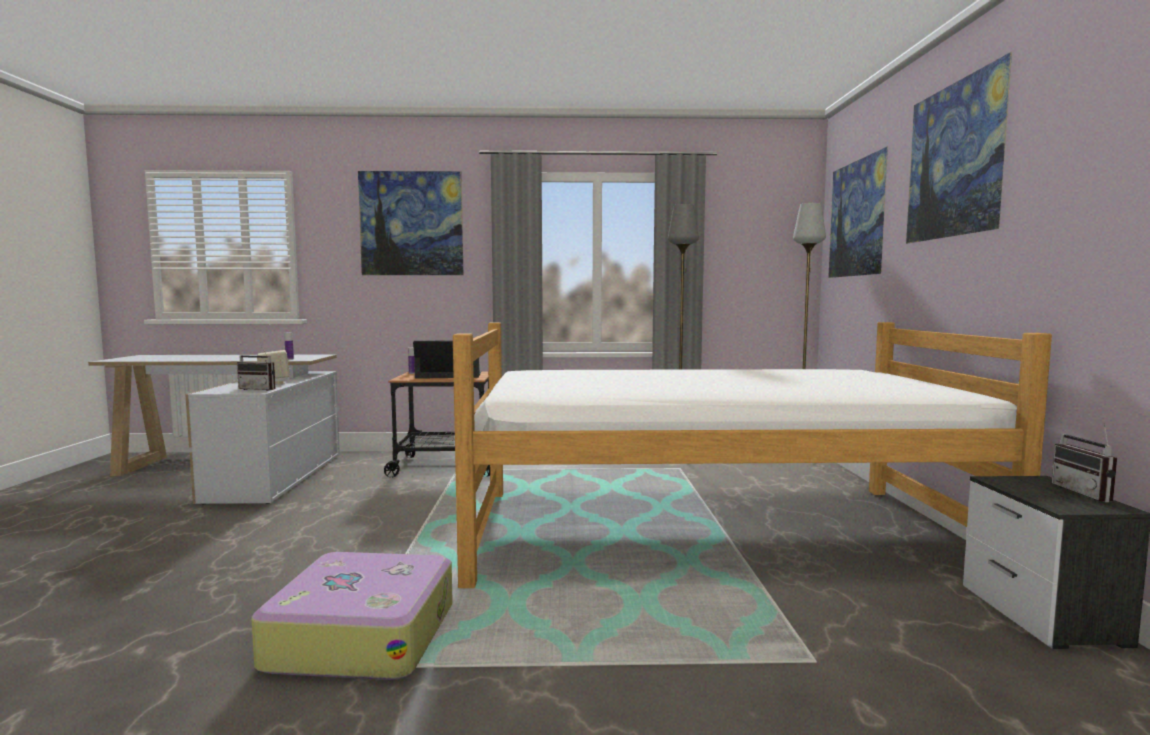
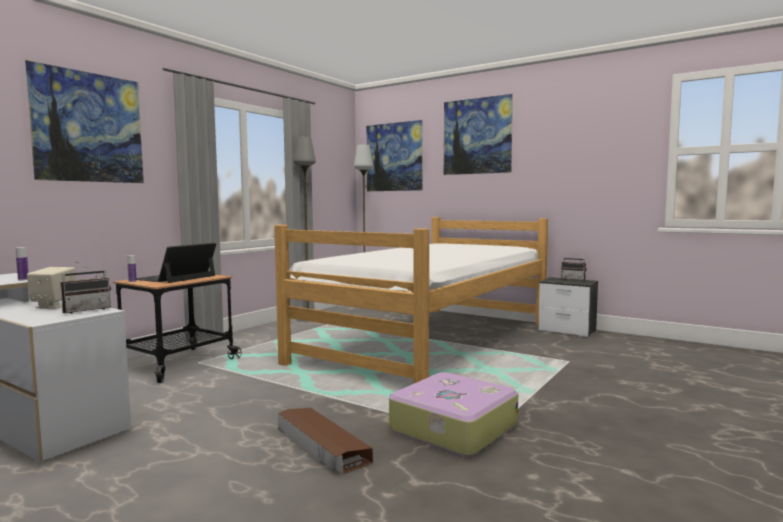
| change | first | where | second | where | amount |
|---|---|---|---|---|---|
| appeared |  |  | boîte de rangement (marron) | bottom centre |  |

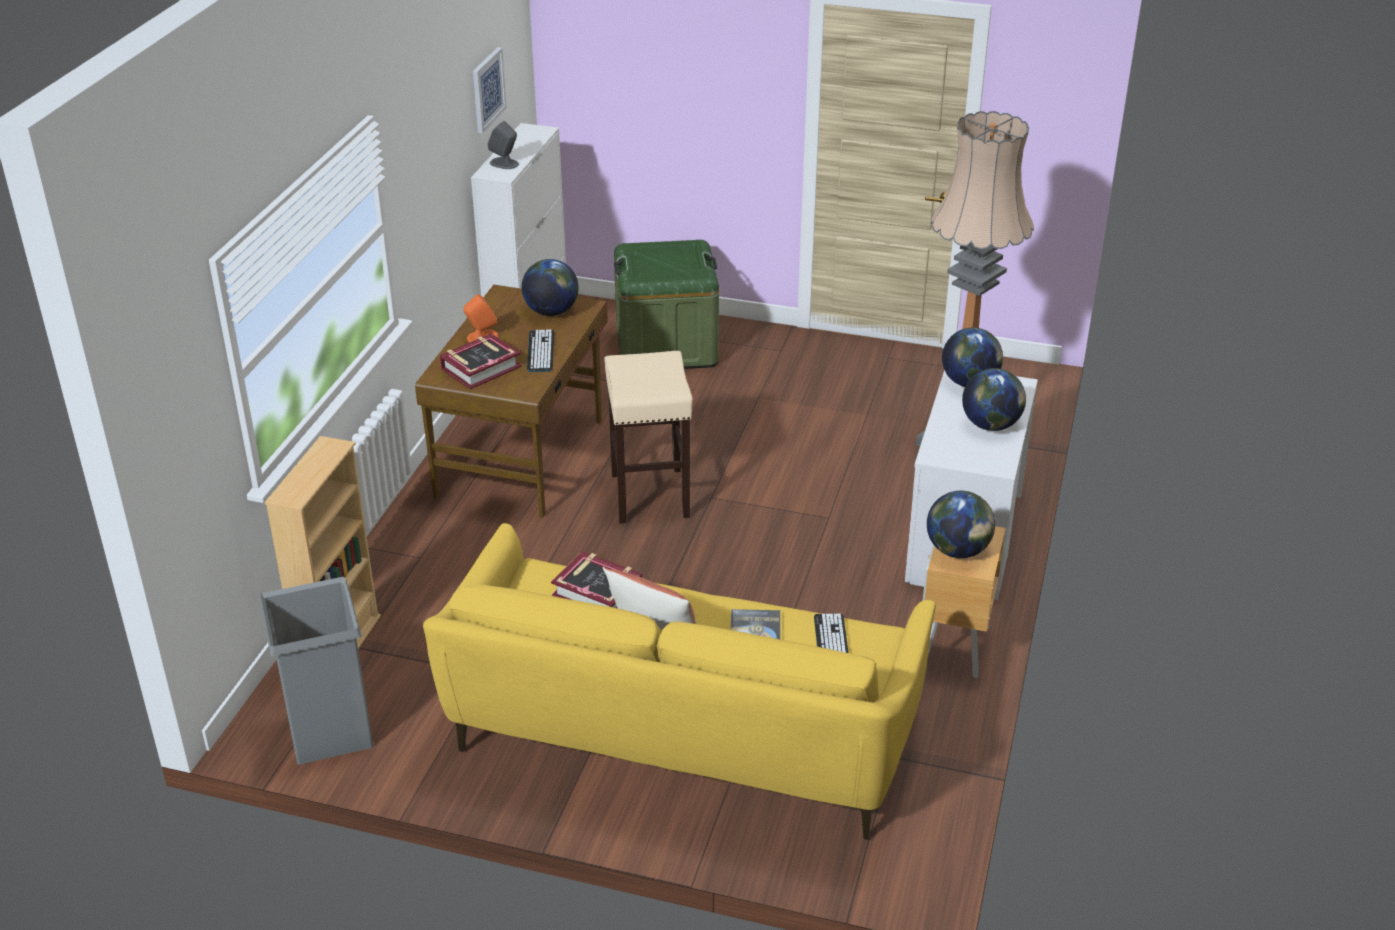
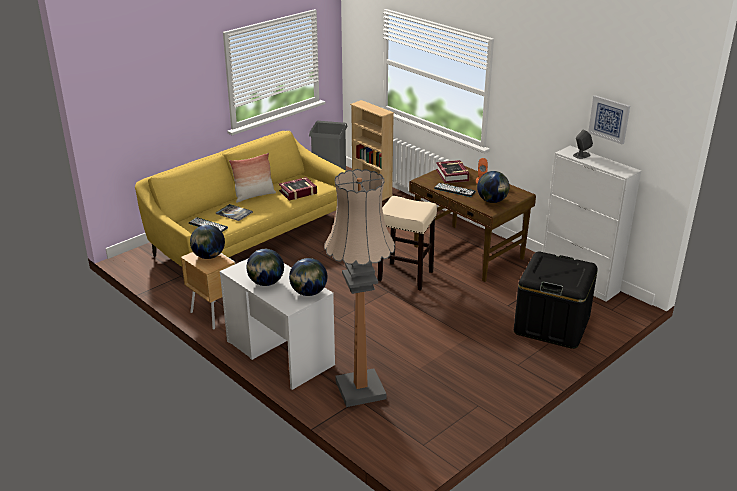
| change | first | where | second | where | amount |
|---|---|---|---|---|---|
| colour | boîte de rangement (vert) | top centre | boîte de rangement (noir) | middle right |  |

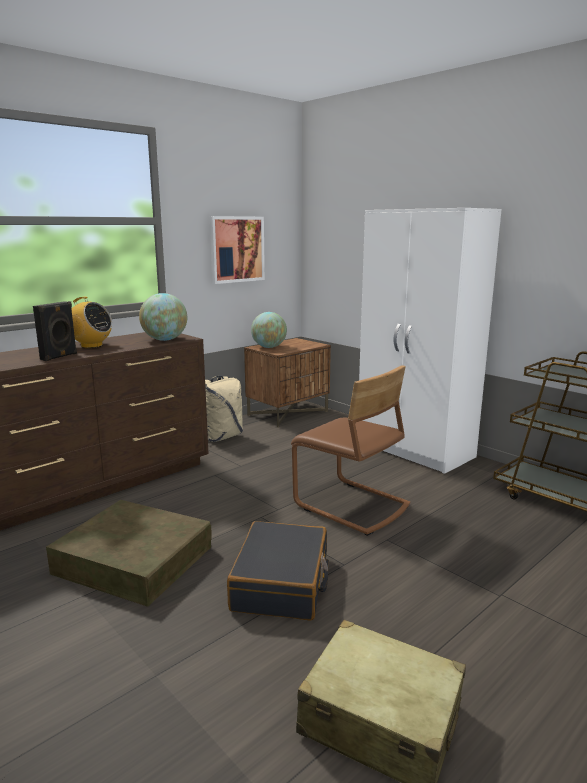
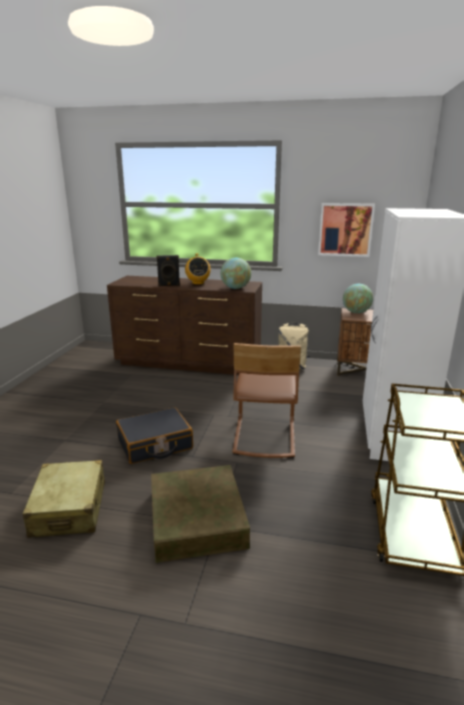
| change | first | where | second | where | amount |
|---|---|---|---|---|---|
| relocated | boîte de rangement (marron) | bottom left |  | bottom centre |  |

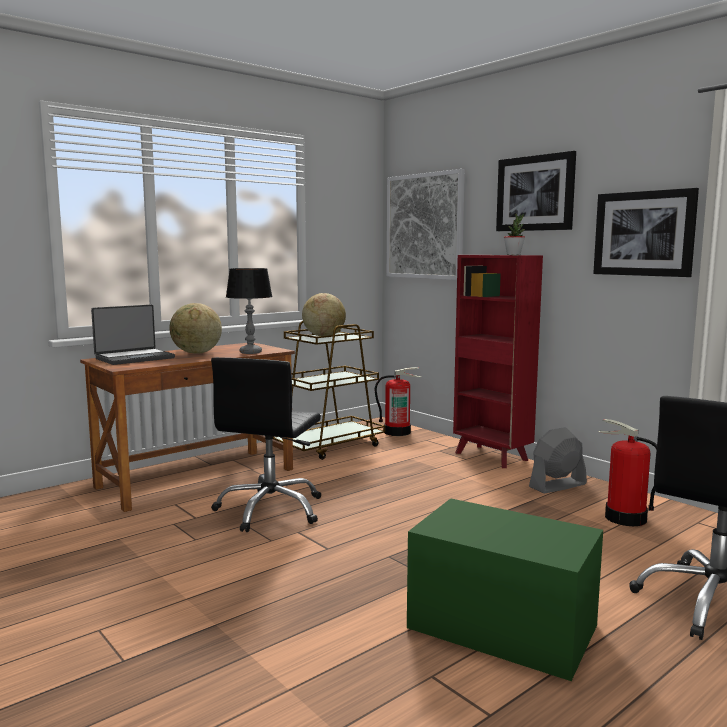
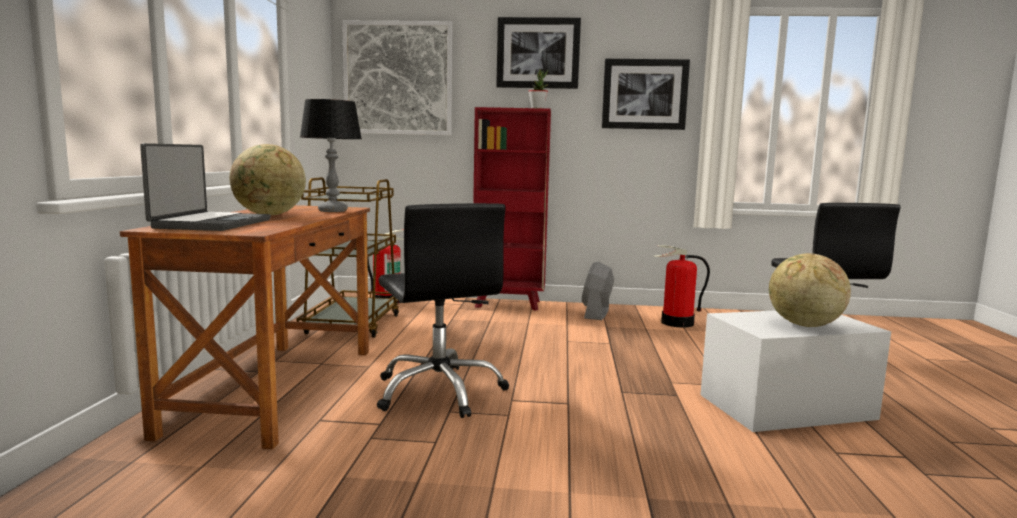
| change | first | where | second | where | amount |
|---|---|---|---|---|---|
| relocated | globe (no. 2 from left) | centre |  | middle right |  |
| colour | boîte de rangement (vert) | bottom right | boîte de rangement (blanc) | bottom right |  |

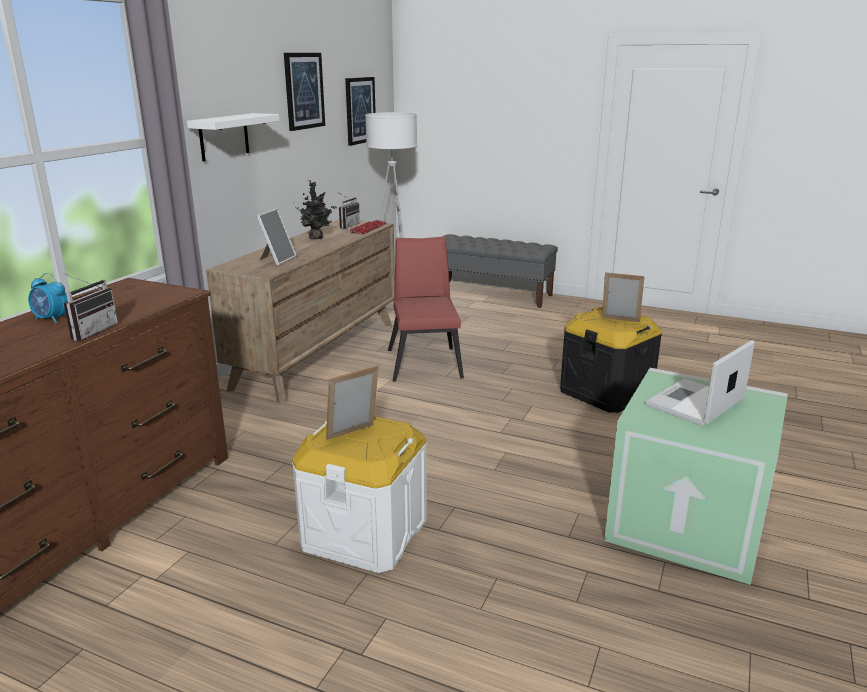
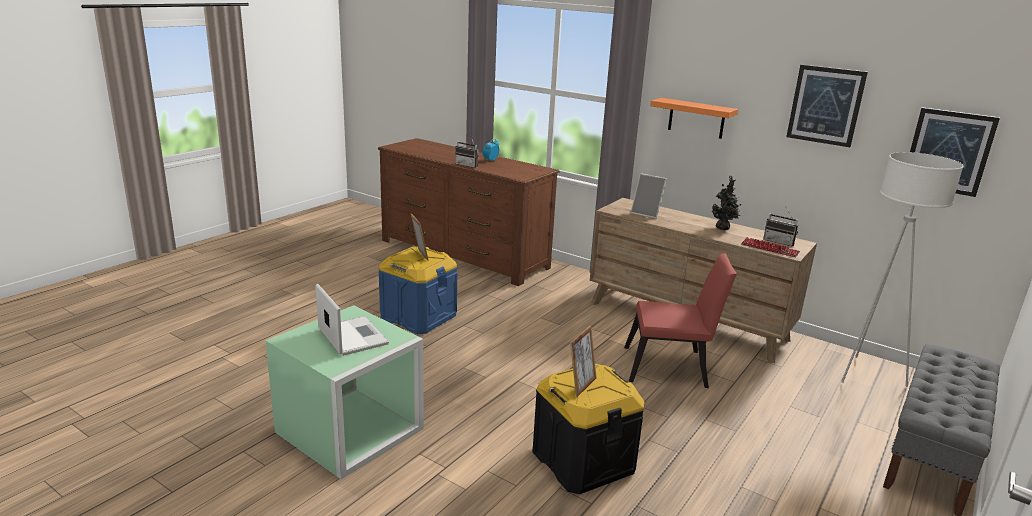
| change | first | where | second | where | amount |
|---|---|---|---|---|---|
| colour | étagère (blanc) | top left | étagère (orange) | top right |  |
| colour | boîte de rangement (blanc) | bottom centre | boîte de rangement (bleu) | centre |  |

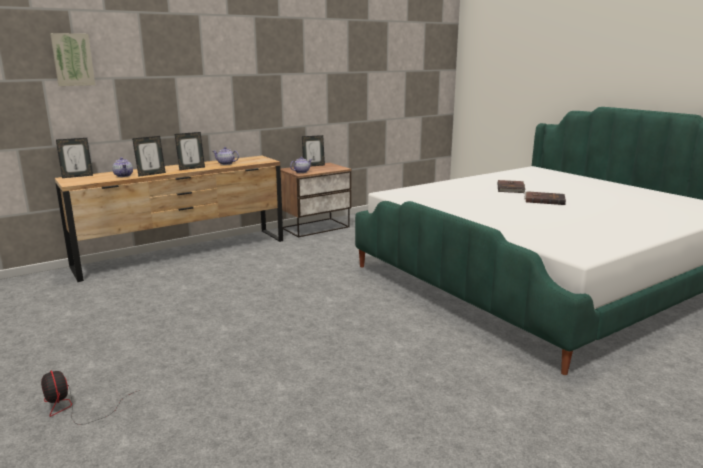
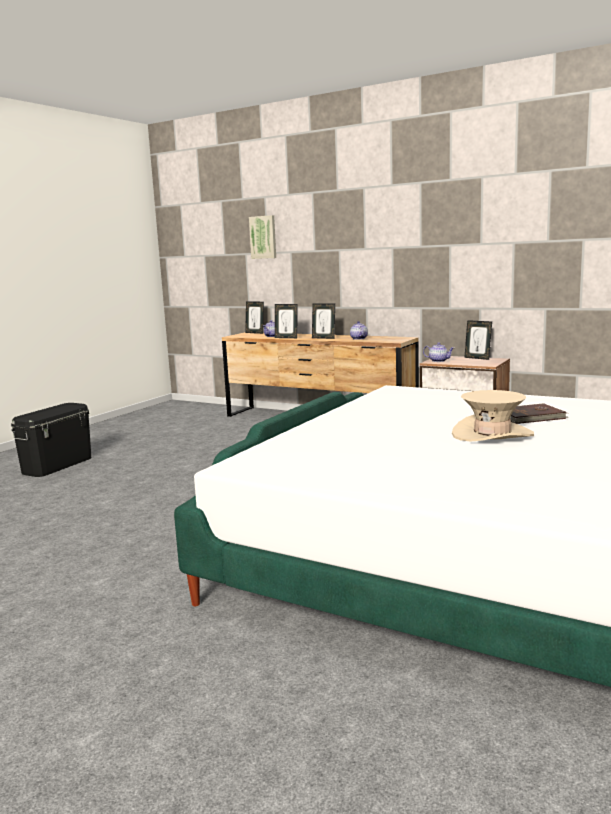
| change | first | where | second | where | amount |
|---|---|---|---|---|---|
| exchanged | ventilateur | bottom left | boîte de rangement (noir) | middle left |  |
| exchanged | livre (marron) (no. 2 from left) | middle right | chapeau (beige) | middle right |  |

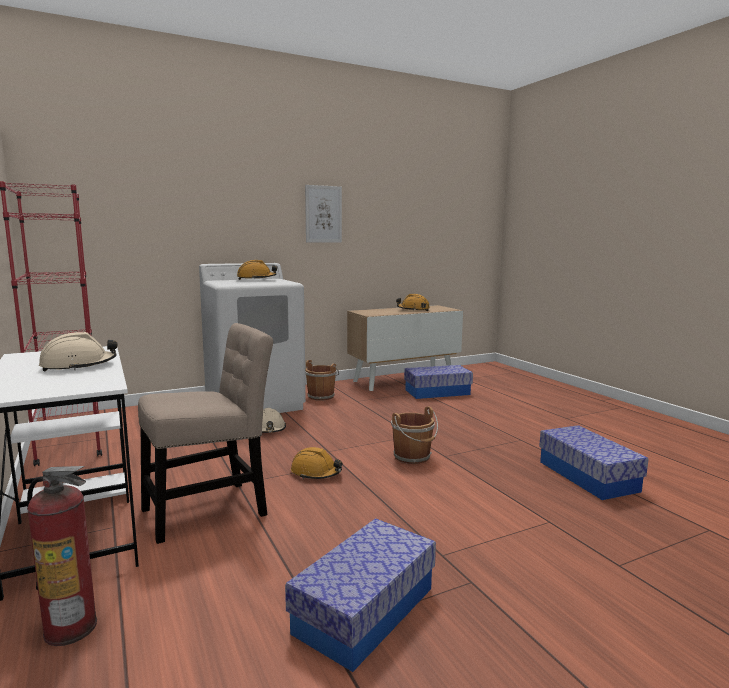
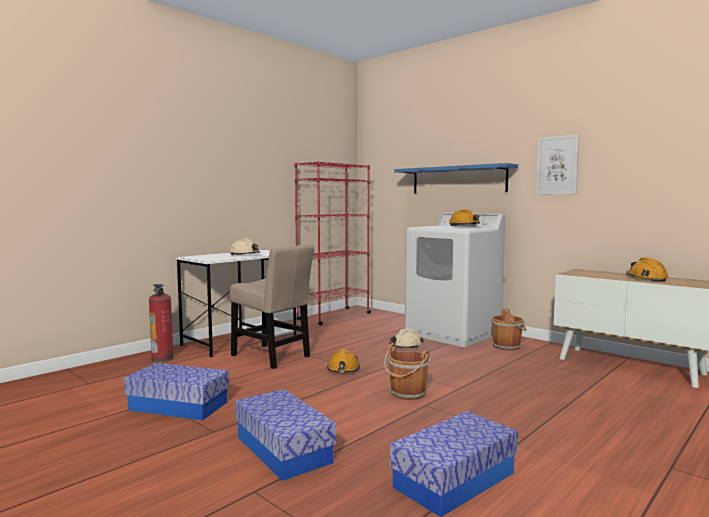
| change | first | where | second | where | amount |
|---|---|---|---|---|---|
| relocated | boîte de rangement (no. 2 from left) | centre |  | bottom centre |  |
| appeared |  |  | étagère (bleu) | centre |  |

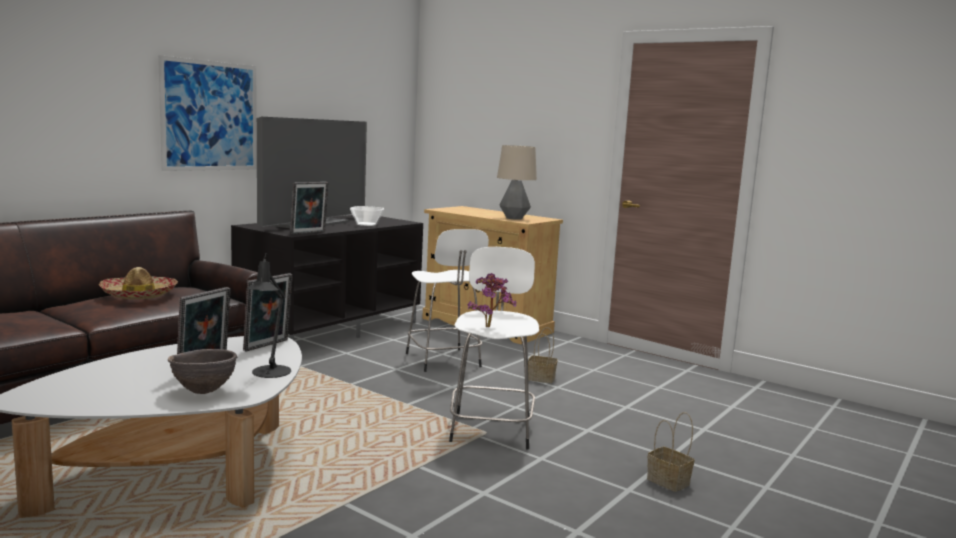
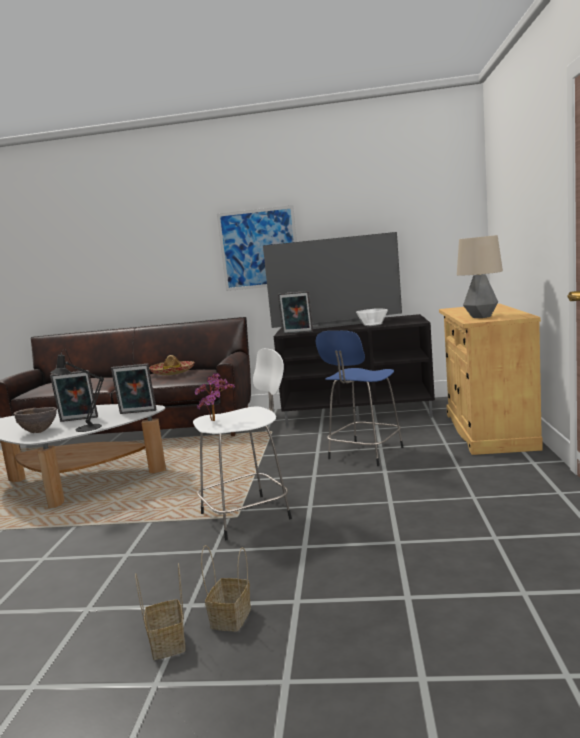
| change | first | where | second | where | amount |
|---|---|---|---|---|---|
| colour | tabouret (blanc) (no. 1 from left) | centre | tabouret (bleu) | centre |  |
| relocated | panier (no. 1 from left) | centre |  | bottom left |  |

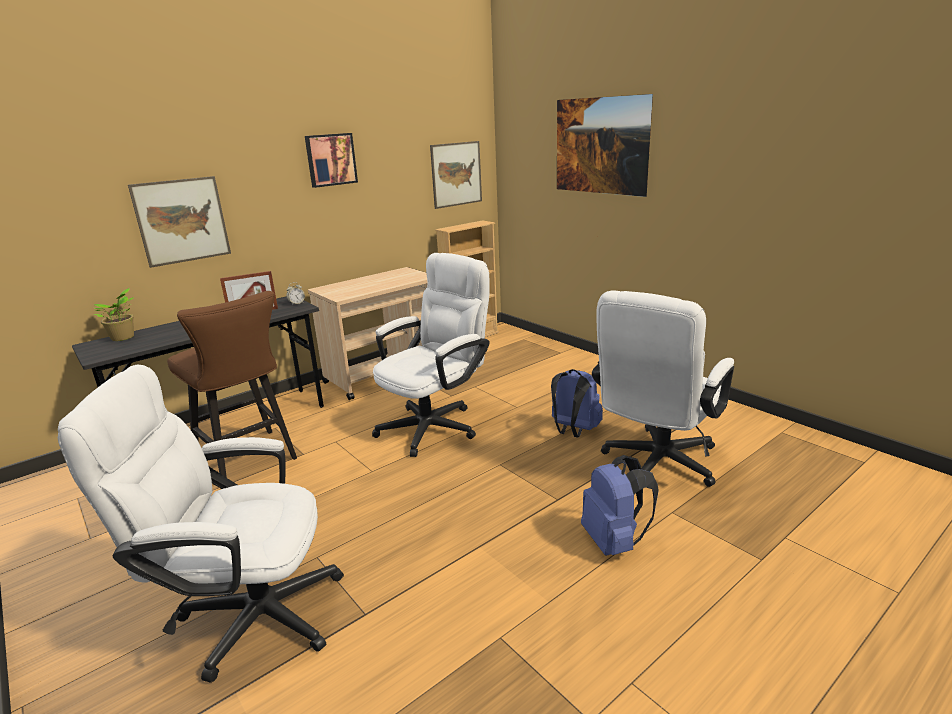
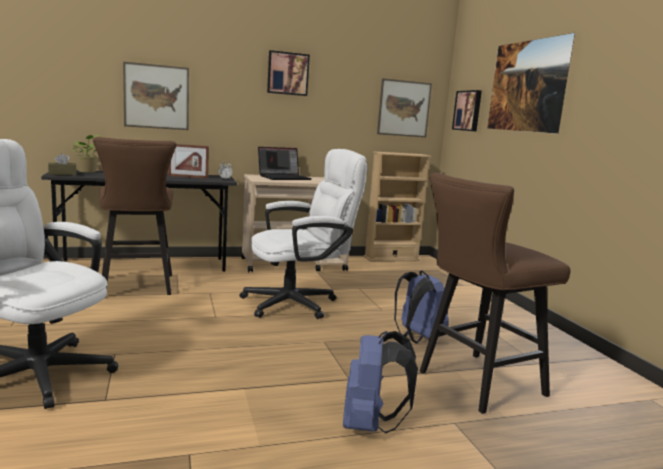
| change | first | where | second | where | amount |
|---|---|---|---|---|---|
| exchanged | chaise de bureau (blanc) (no. 3 from left) | middle right | tabouret (marron) (no. 2 from left) | middle right |  |
| appeared |  |  | boîte à mouchoirs (marron) | middle left |  |
| appeared |  |  | ordinateur portable | centre |  |
| appeared |  |  | tableau (no. 4 from left) | top right |  |

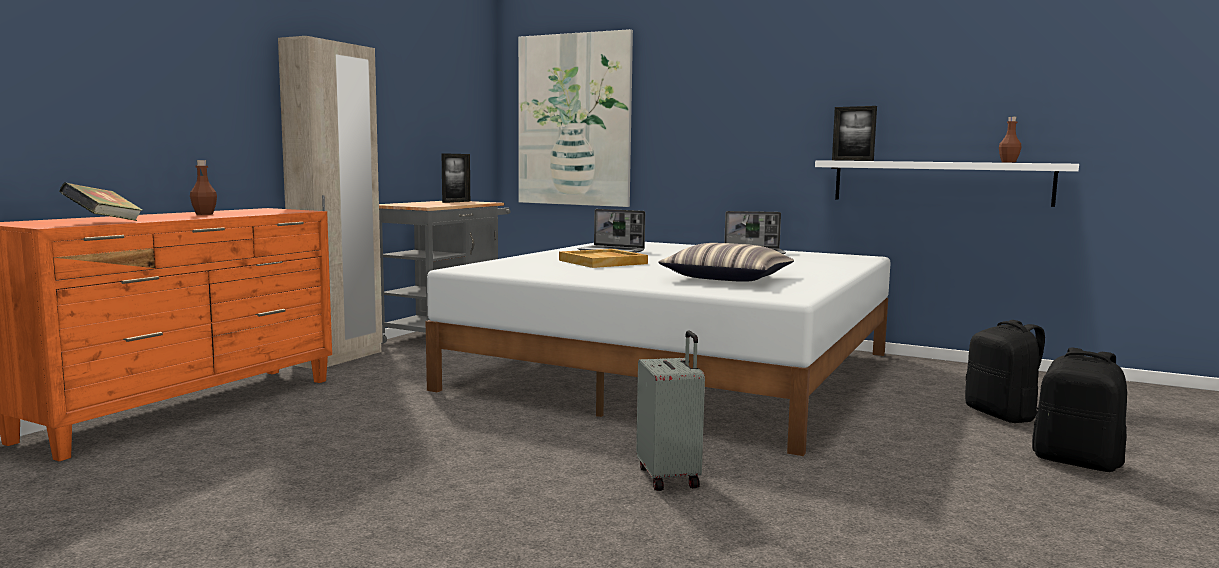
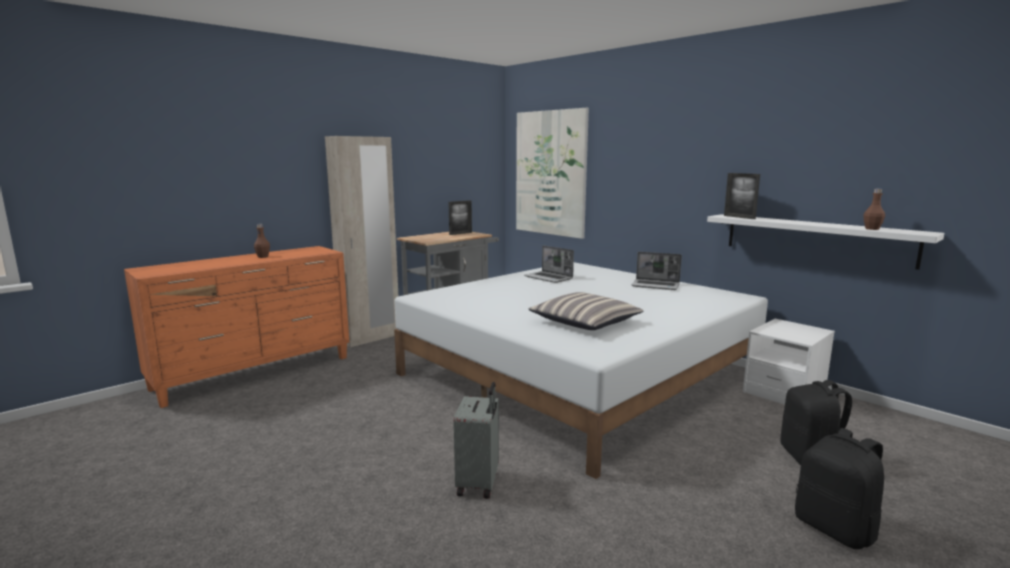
| change | first | where | second | where | amount |
|---|---|---|---|---|---|
| missing | livre | middle left |  |  |  |
| missing | plateau (beige) | centre |  |  |  |
| appeared |  |  | table de chevet (blanc) | middle right |  |

